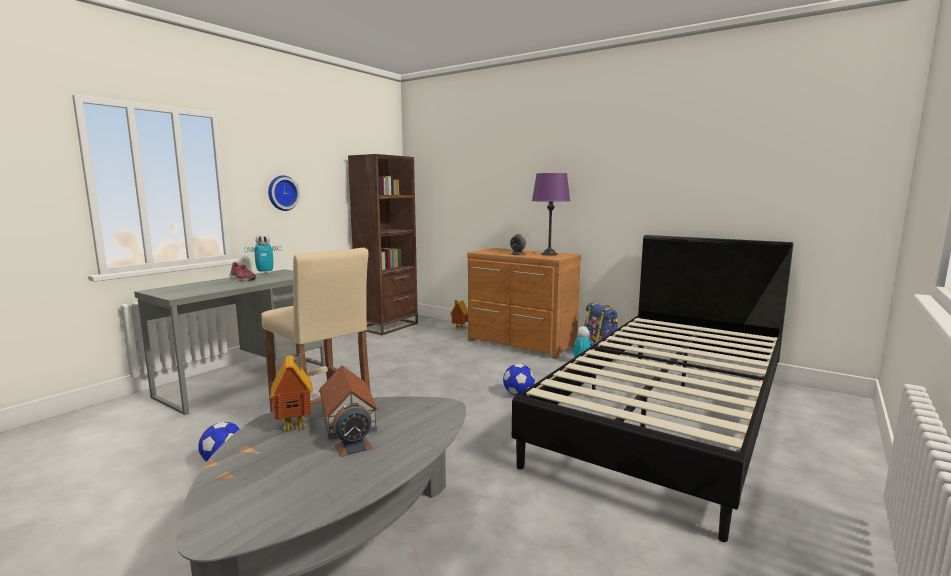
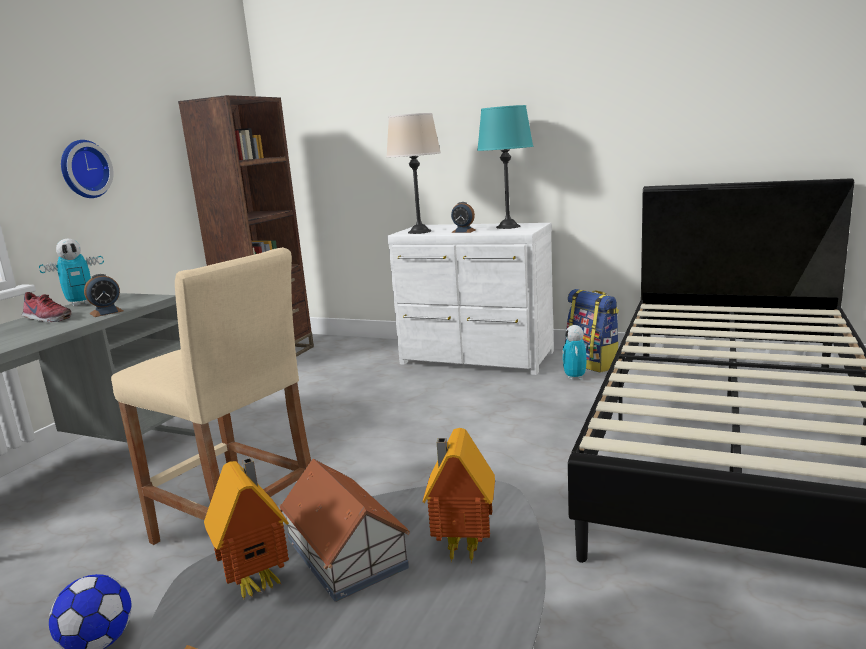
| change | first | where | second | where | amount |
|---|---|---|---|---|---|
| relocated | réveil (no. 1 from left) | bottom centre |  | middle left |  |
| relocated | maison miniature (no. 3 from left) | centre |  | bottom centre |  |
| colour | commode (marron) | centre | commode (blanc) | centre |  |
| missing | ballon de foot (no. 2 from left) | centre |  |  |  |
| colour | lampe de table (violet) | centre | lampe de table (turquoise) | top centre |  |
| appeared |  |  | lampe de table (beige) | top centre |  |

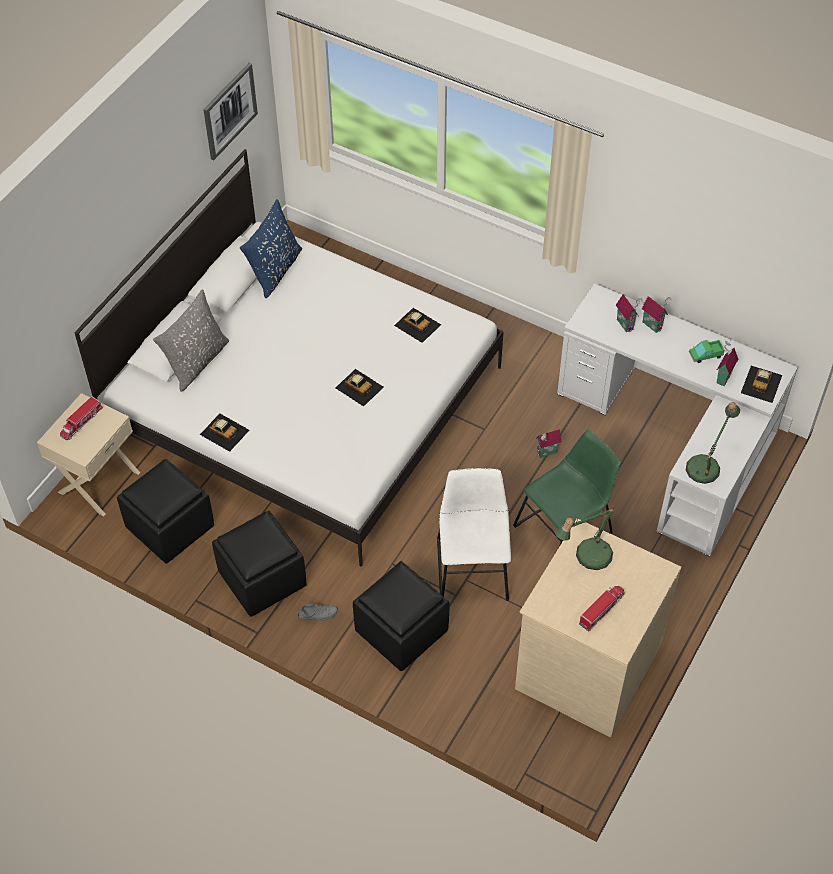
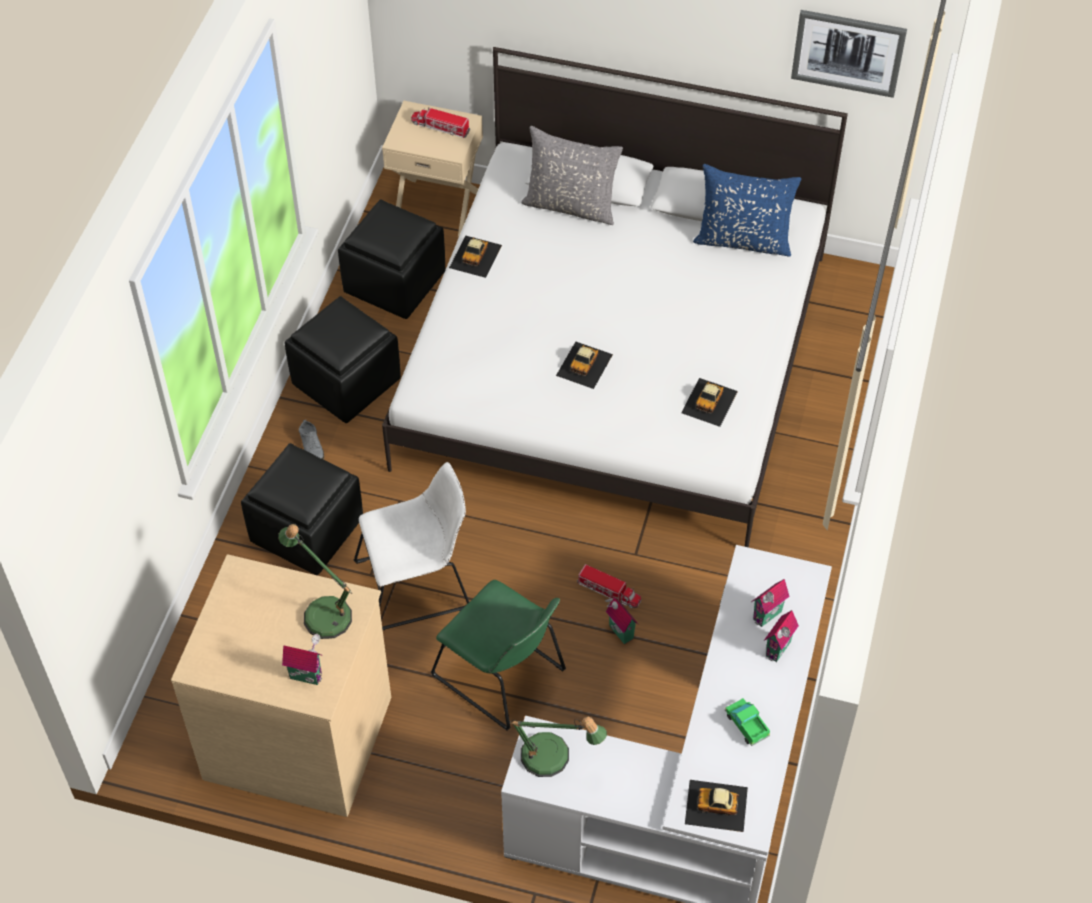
| change | first | where | second | where | amount |
|---|---|---|---|---|---|
| relocated | camion jouet (no. 2 from left) | bottom right |  | centre |  |
| relocated | maison miniature (no. 4 from left in the first image) | middle right | maison miniature (no. 1 from left) | bottom left |  |

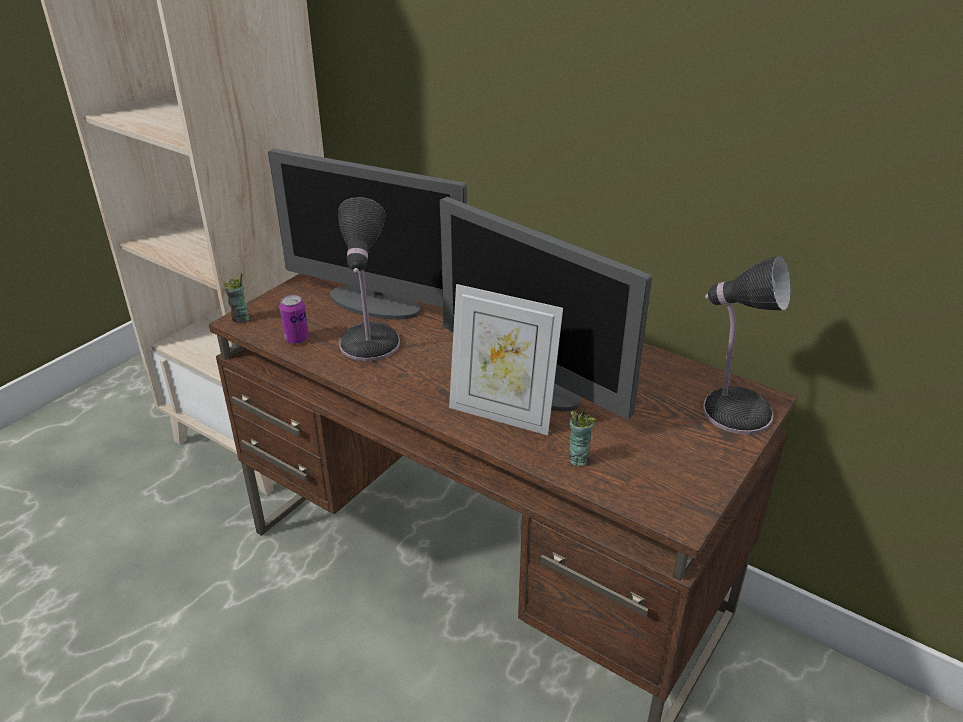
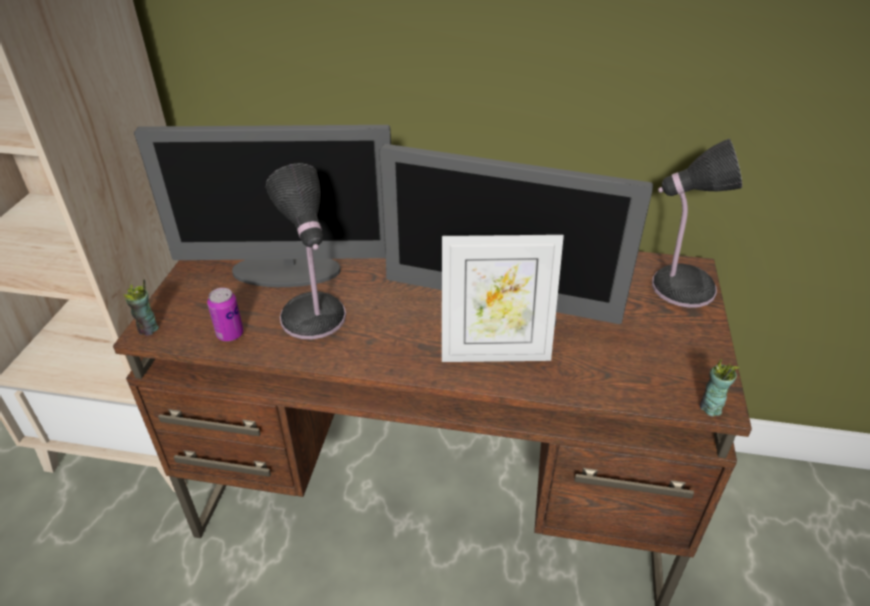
| change | first | where | second | where | amount |
|---|---|---|---|---|---|
| relocated | tasse (no. 2 from left) | centre |  | middle right |  |

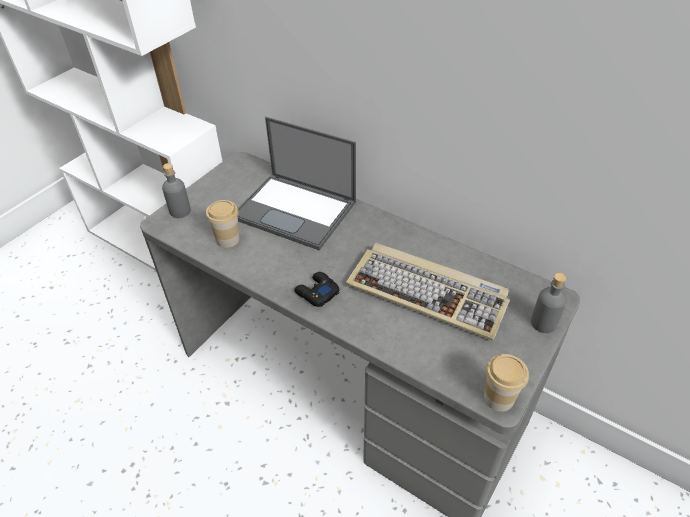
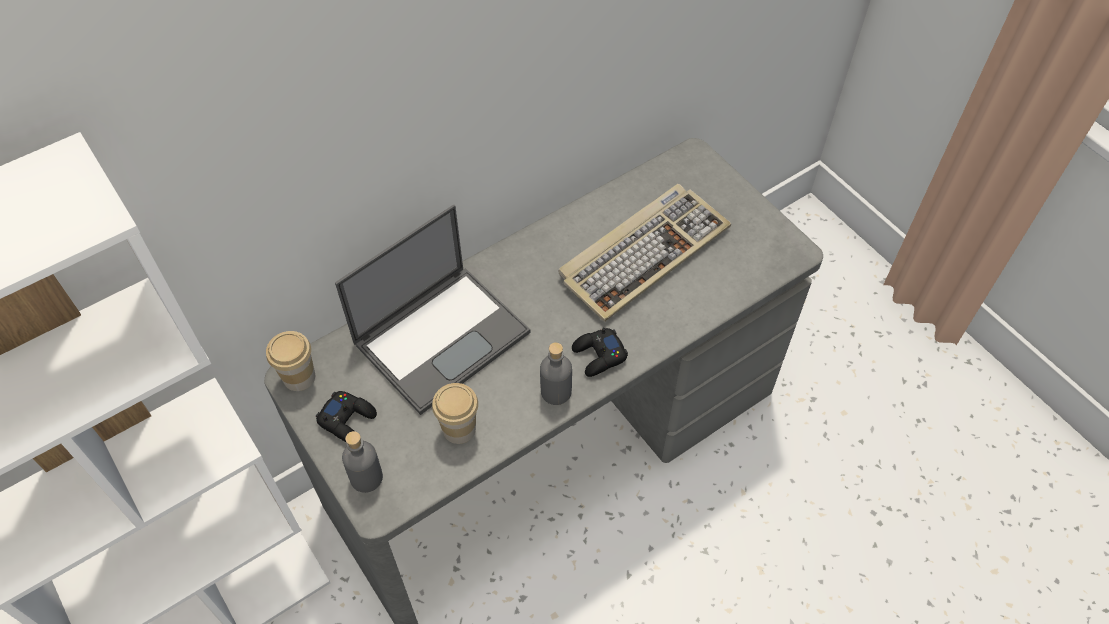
| change | first | where | second | where | amount |
|---|---|---|---|---|---|
| relocated | tasse (no. 2 from left in the first image) | bottom right | tasse (no. 1 from left) | middle left |  |
| relocated | bouteille (gris) (no. 2 from left) | middle right |  | centre |  |
| appeared |  |  | manette (noir) (no. 1 from left) | bottom left |  |

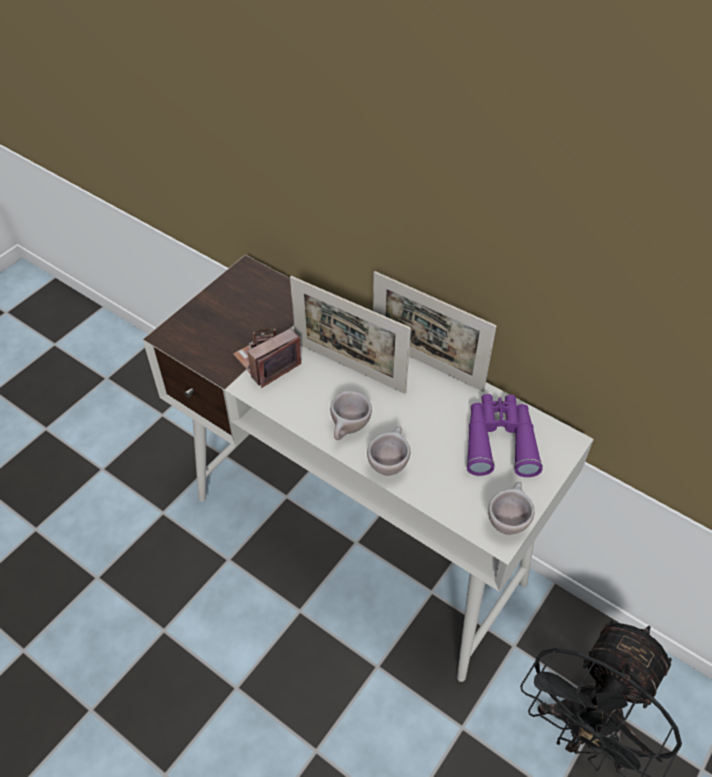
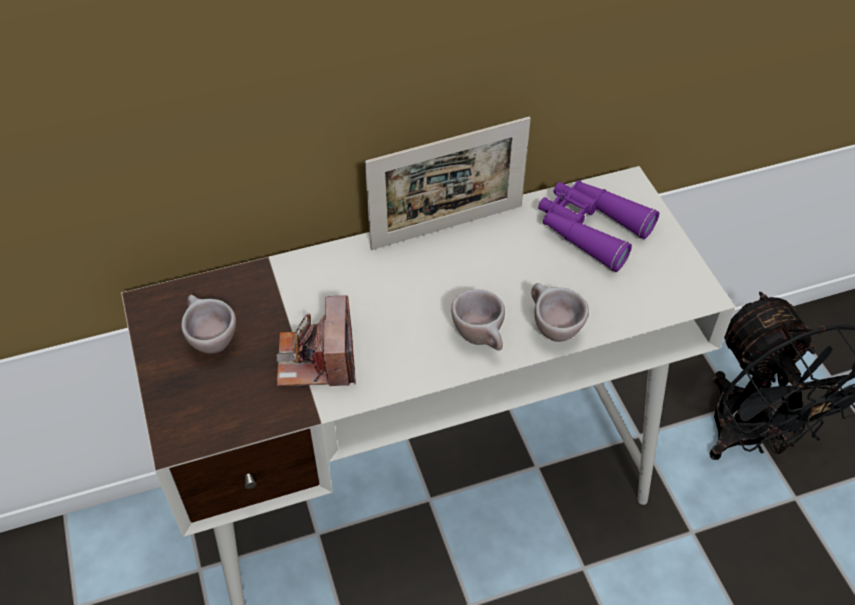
| change | first | where | second | where | amount |
|---|---|---|---|---|---|
| missing | cadre photo (no. 1 from left) | centre |  |  |  |
| relocated | tasse (beige) (no. 3 from left in the first image) | middle right | tasse (beige) (no. 1 from left) | middle left |  |

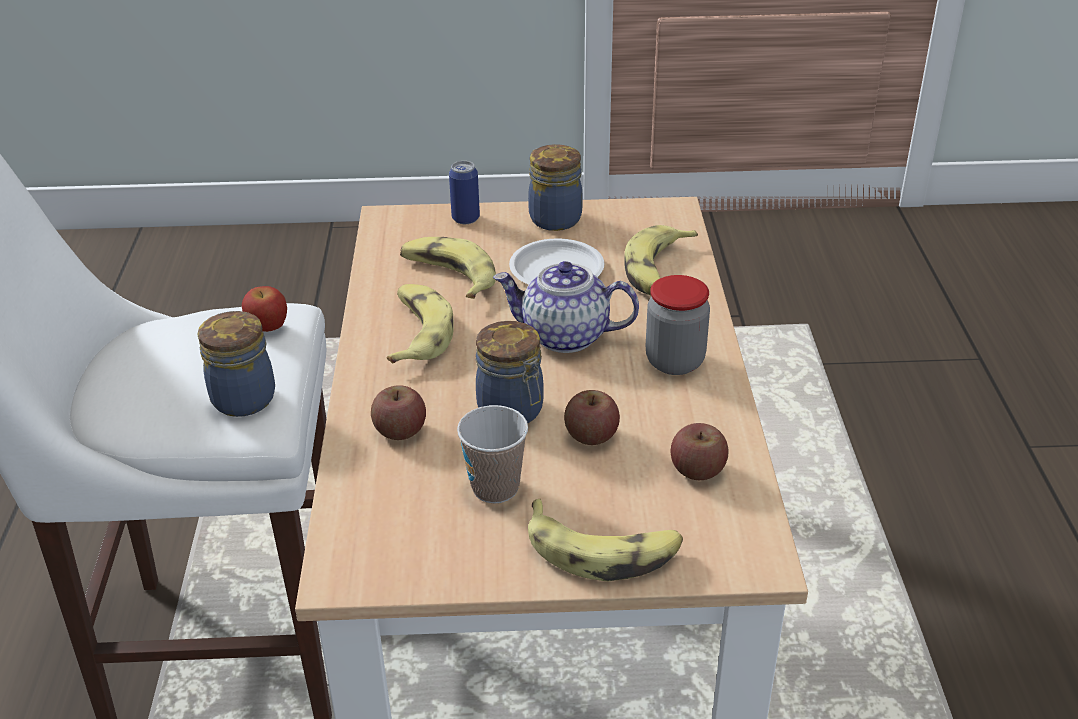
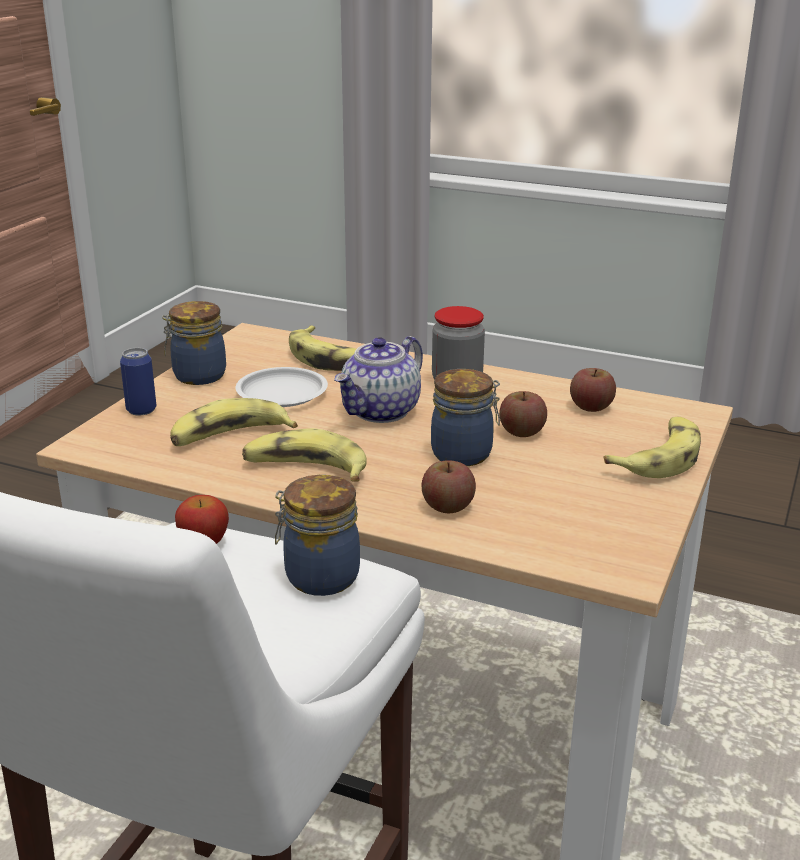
| change | first | where | second | where | amount |
|---|---|---|---|---|---|
| missing | tasse | centre |  |  |  |

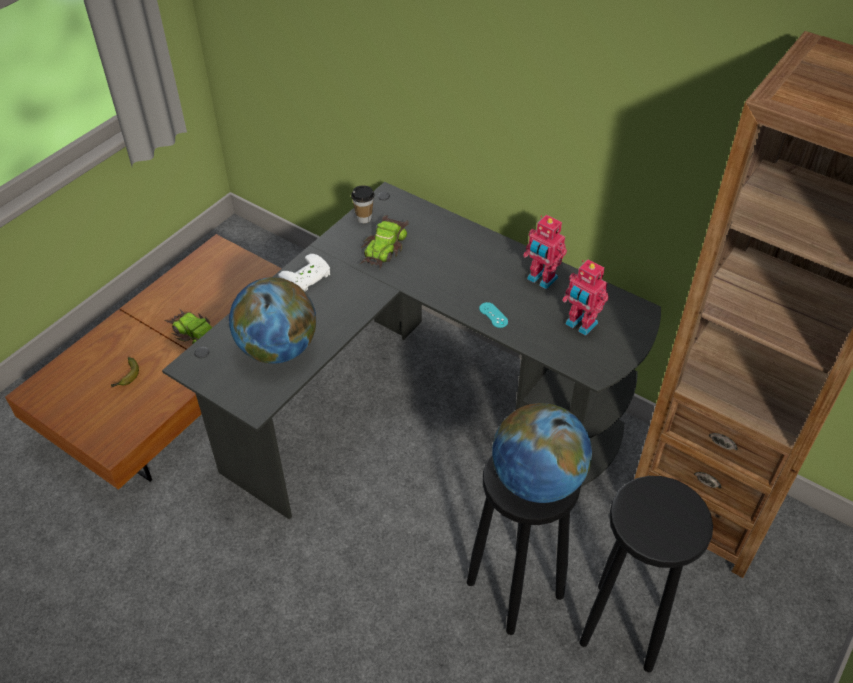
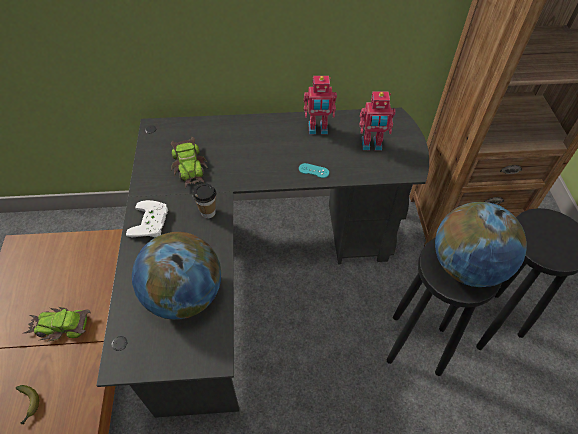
| change | first | where | second | where | amount |
|---|---|---|---|---|---|
| relocated | tasse | top centre |  | centre |  |

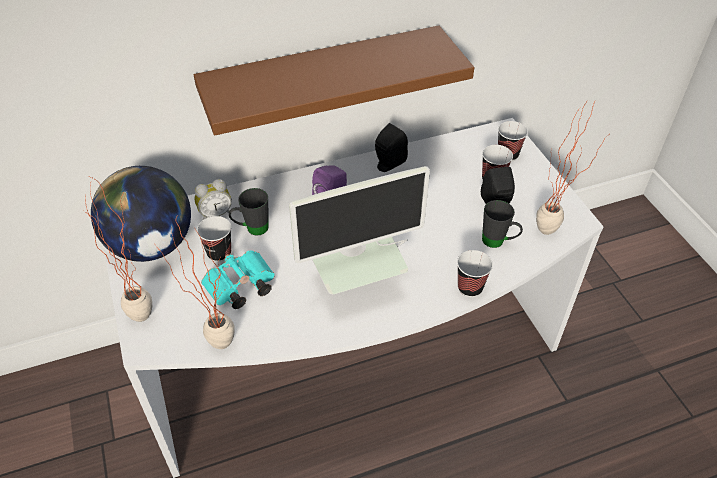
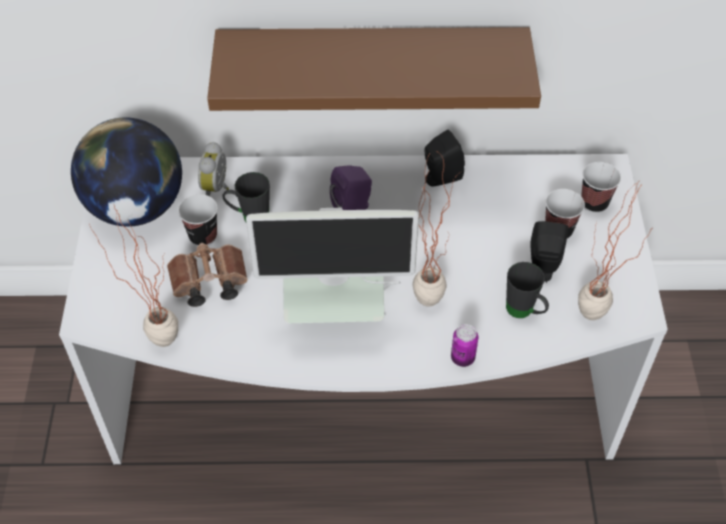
| change | first | where | second | where | amount |
|---|---|---|---|---|---|
| relocated | plante en pot (no. 1 from left in the first image) | middle left | plante en pot (no. 2 from left) | centre |  |
| spun | réveil | middle left |  | top left | 105 degrees clockwise |
| colour | jumelles (turquoise) | middle left | jumelles (marron) | middle left |  |
| exchanged | tasse (no. 2 from left) | centre | boîte métallique | centre |  |

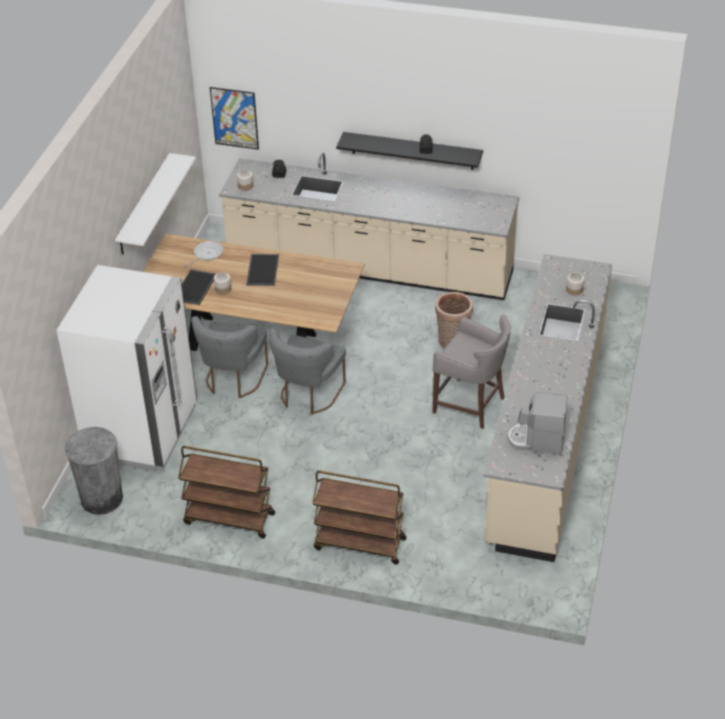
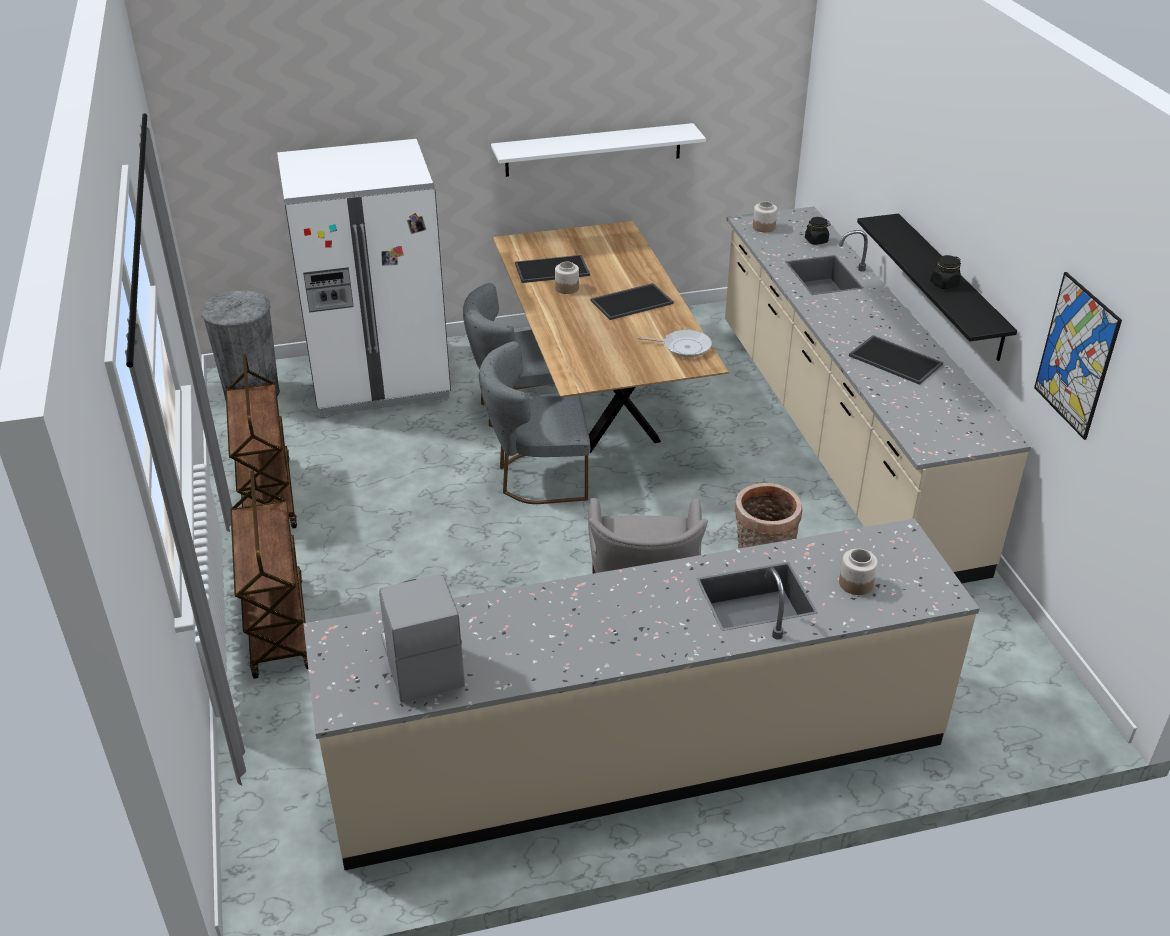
| change | first | where | second | where | amount |
|---|---|---|---|---|---|
| relocated | poêle | middle left |  | centre |  |
| relocated | tableau | top left |  | middle right |  |
| appeared |  |  | plateau (no. 3 from left) | middle right |  |

